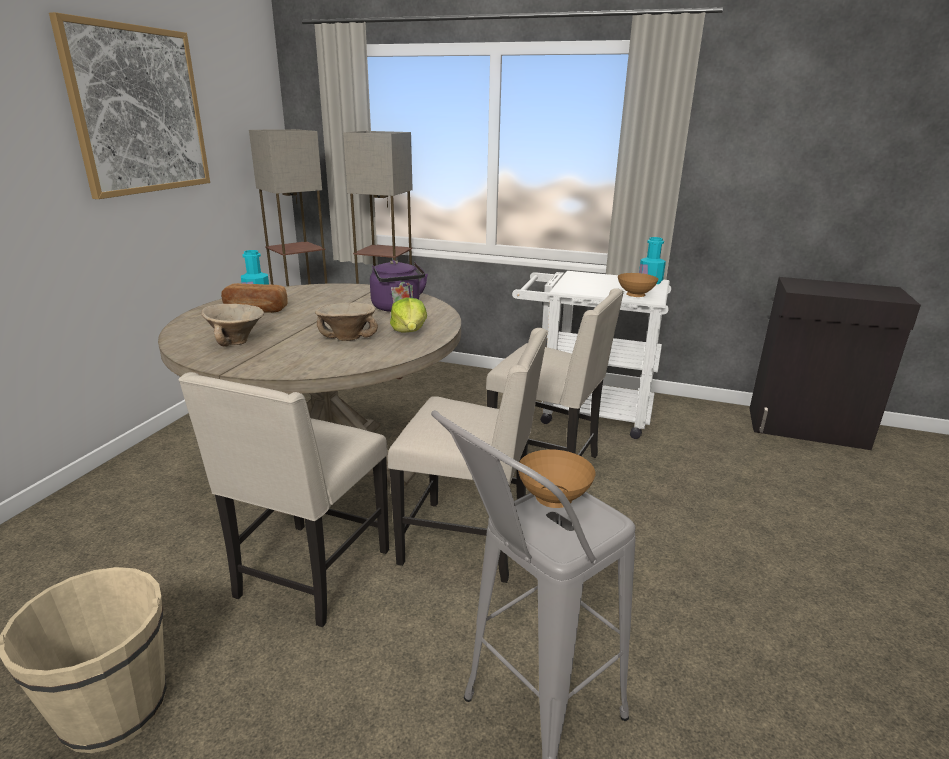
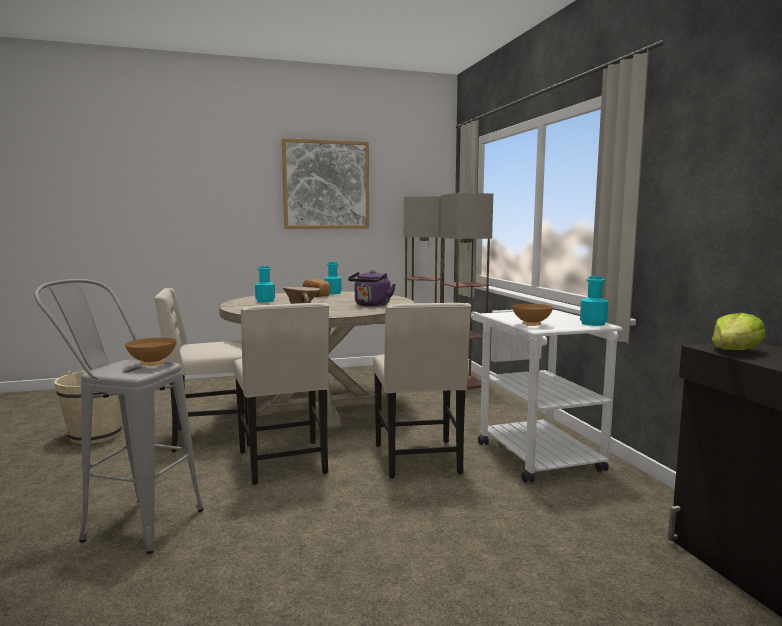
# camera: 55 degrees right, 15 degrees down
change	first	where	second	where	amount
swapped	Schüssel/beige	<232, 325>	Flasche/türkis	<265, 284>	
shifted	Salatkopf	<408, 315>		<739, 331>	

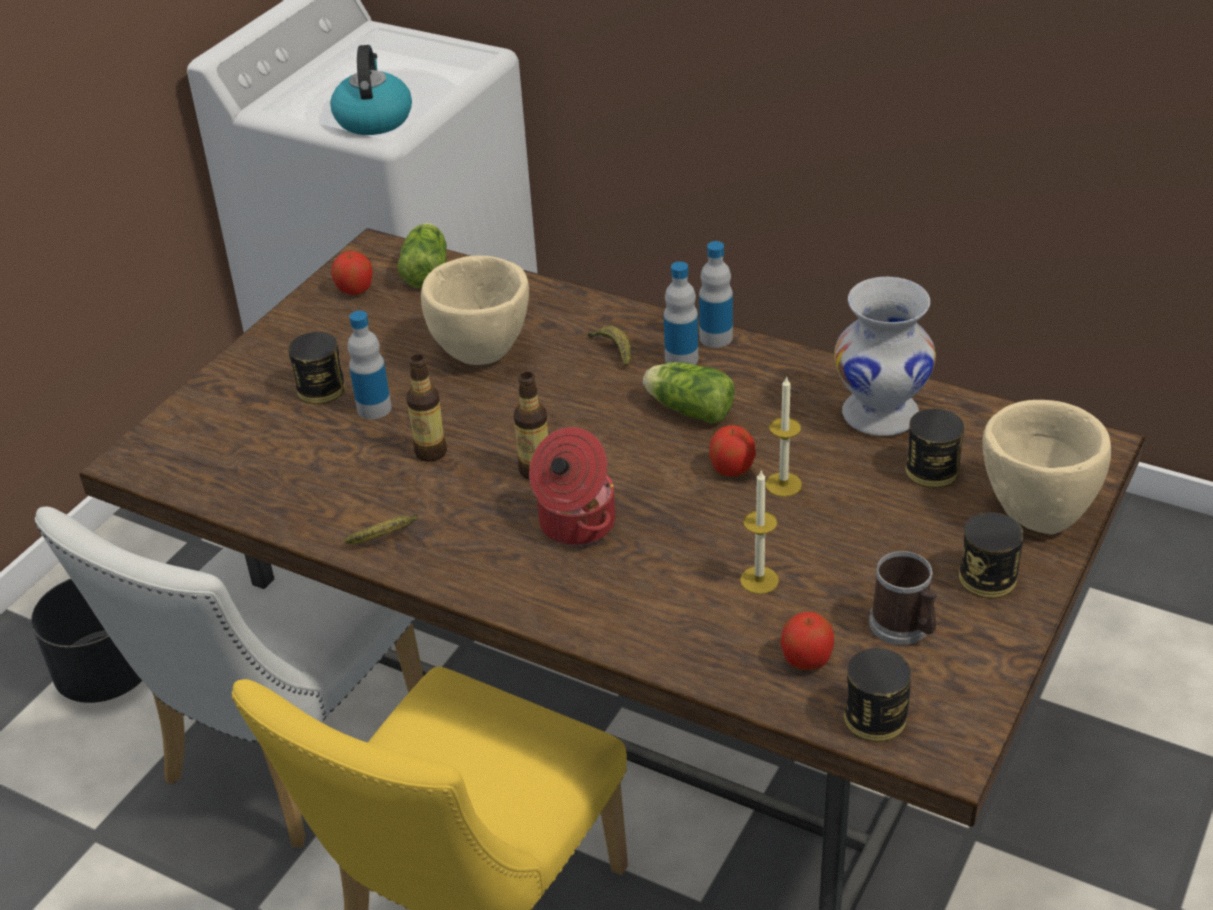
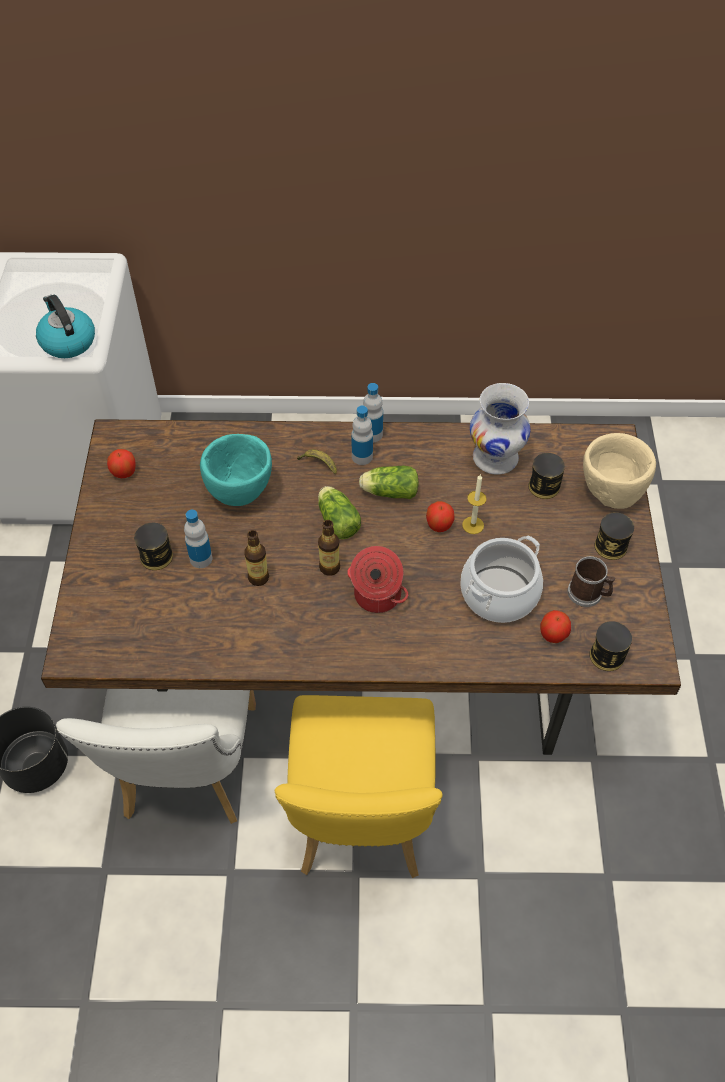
# camera: 30 degrees left, 15 degrees up
change	first	where	second	where	amount
gone	Banane	<381, 528>			
shifted	Salatkopf	<422, 256>		<339, 513>	
repainted	Schüssel/beige	<475, 310>	Schüssel/türkis	<236, 470>	
swapped	Kerze	<759, 531>	Kochtopf	<501, 579>	

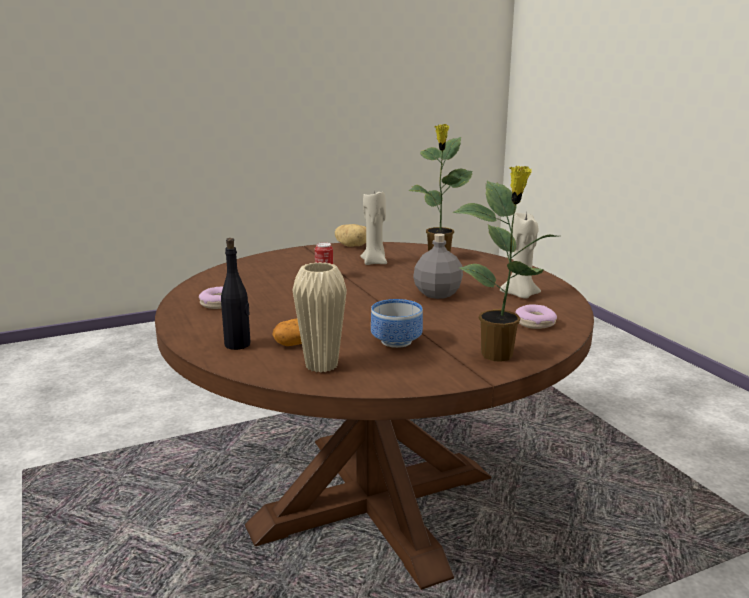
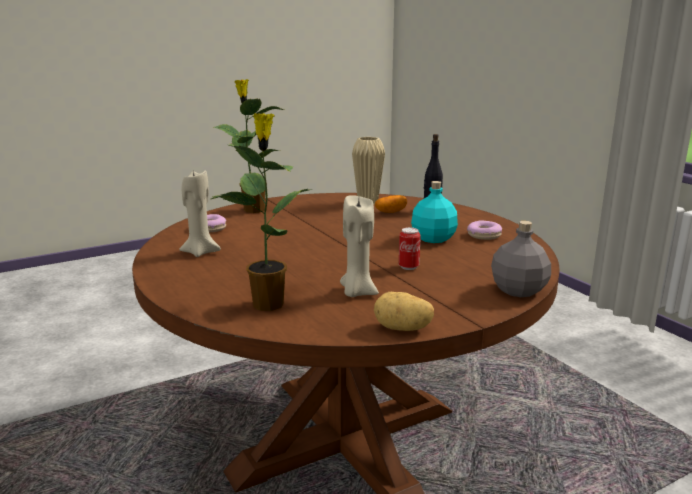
# camera: 175 degrees right, 0 degrees up
change	first	where	second	where	amount
gone	Schüssel	<397, 323>			
shifted	Flasche/grau	<438, 266>		<521, 259>	
new			Flasche/türkis	<434, 212>	

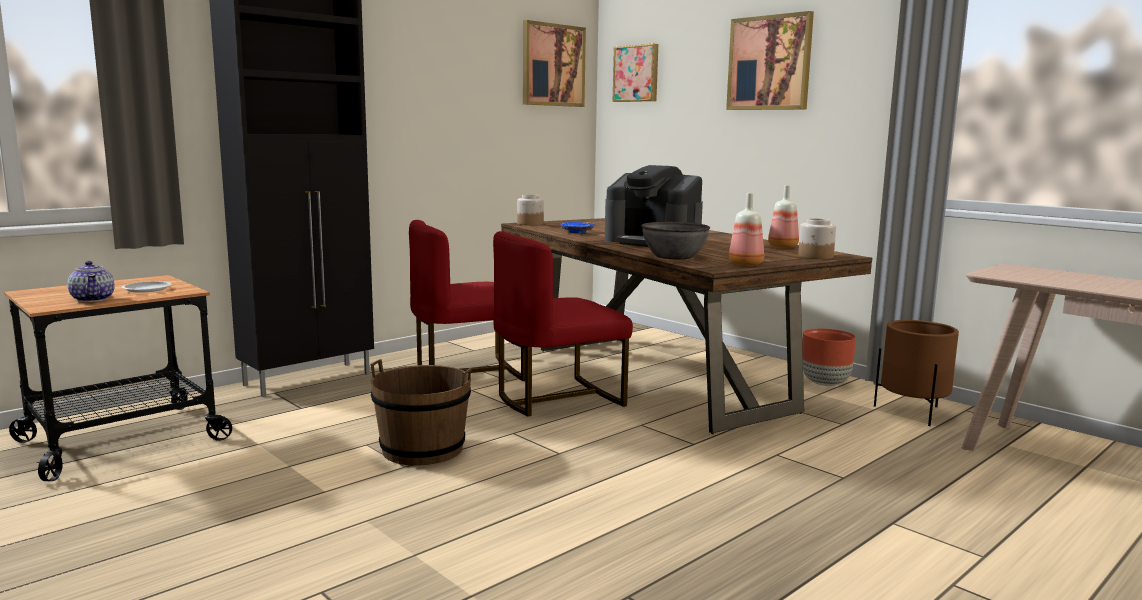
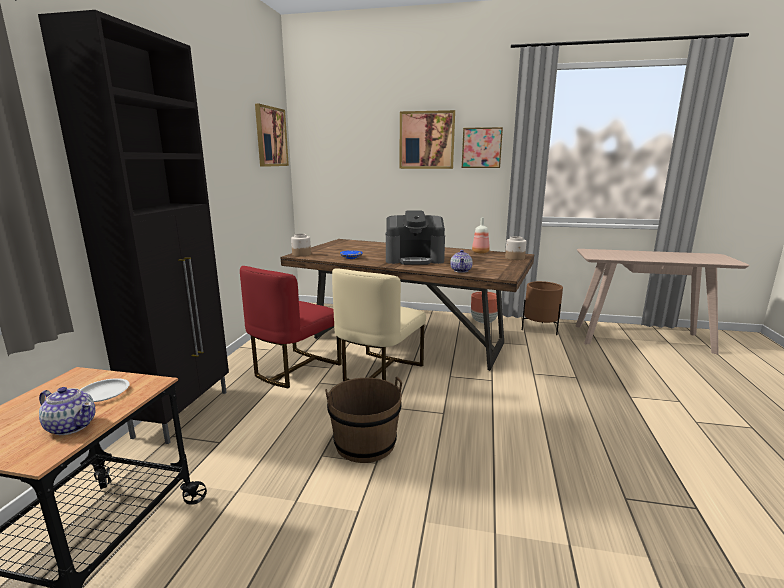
# camera: 35 degrees left, 5 degrees up
change	first	where	second	where	amount
repainted	Stuhl/rot	<563, 323>	Stuhl/beige	<379, 324>	
shifted	Bild	<635, 73>		<482, 147>	
swapped	Schüssel/grau	<675, 240>	Teekanne	<461, 261>	
gone	Flasche	<746, 229>			

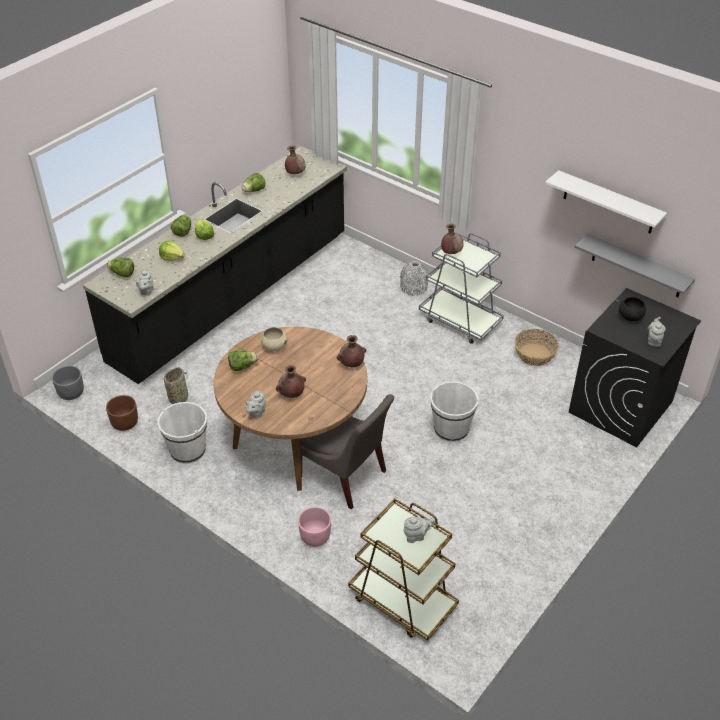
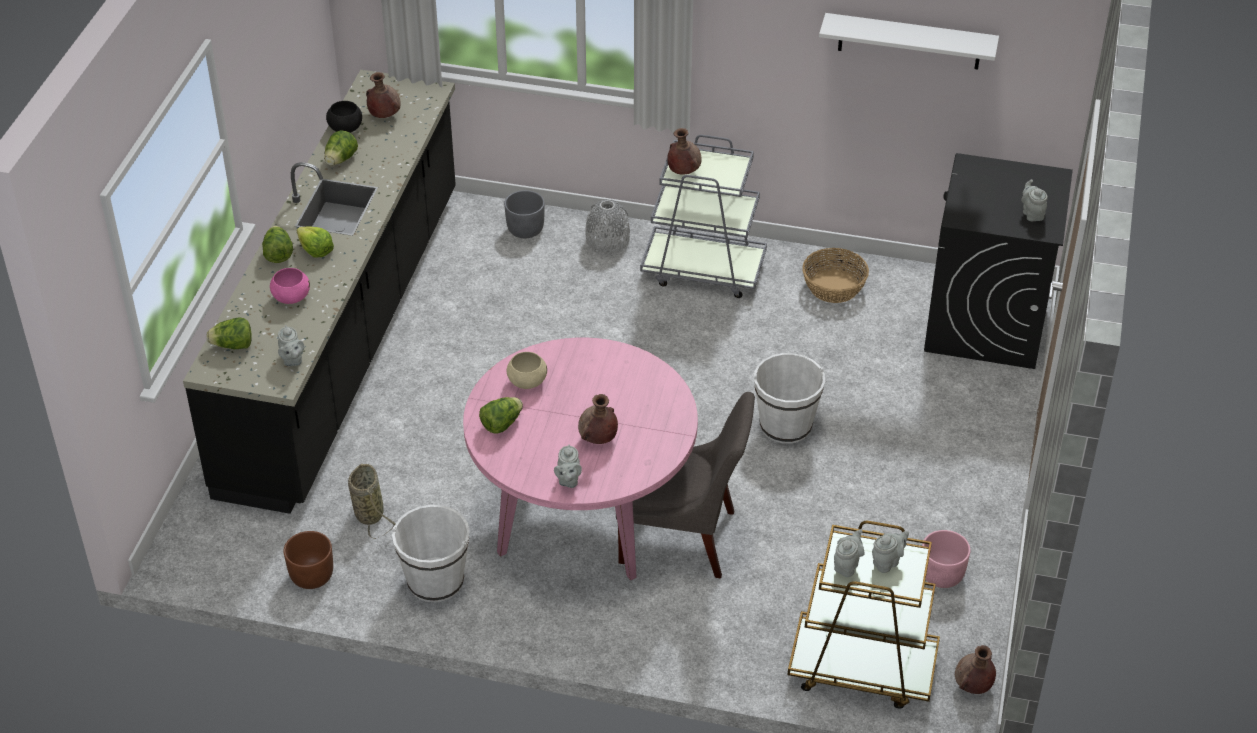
# camera: 25 degrees left, 0 degrees up
change	first	where	second	where	amount
shifted	Pflanzkübel/grau	<68, 383>		<524, 214>	
swapped	Salatkopf	<172, 251>	Schüssel/rosa	<290, 286>	
repainted	Esstisch/braun	<290, 409>	Esstisch/rosa	<580, 459>	
shifted	Pflanzkübel/rosa	<314, 527>		<946, 559>	
shifted	Vase/braun	<351, 351>		<975, 669>	
gone	Wandregal/grau	<635, 265>			
shifted	Schüssel/schwarz	<632, 309>		<344, 117>	
new			Teekanne/grau	<849, 553>	

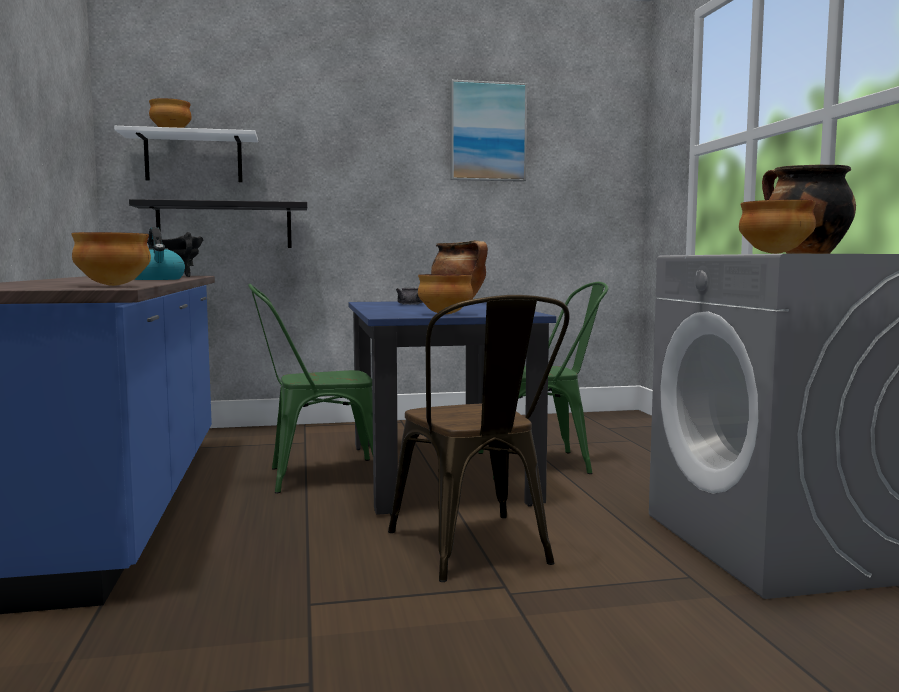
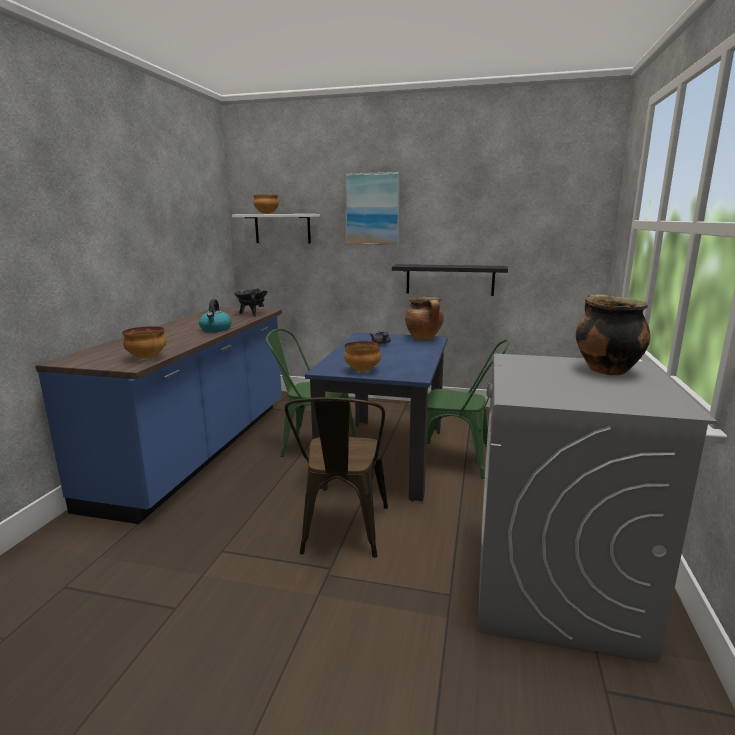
# camera: 25 degrees right, 10 degrees up
change	first	where	second	where	amount
shifted	Wandregal/schwarz	<218, 223>		<450, 280>	
shifted	Bild	<488, 131>		<372, 208>	
gone	Schüssel	<777, 226>			

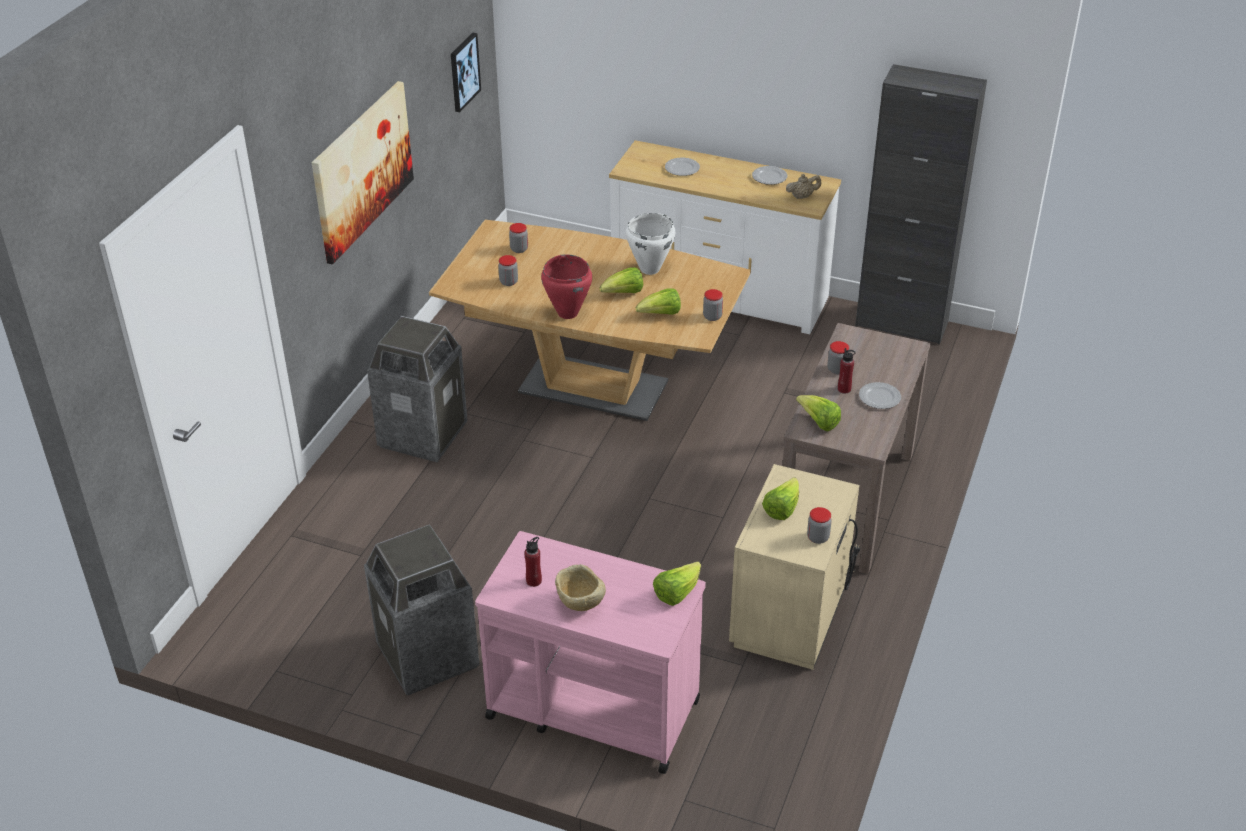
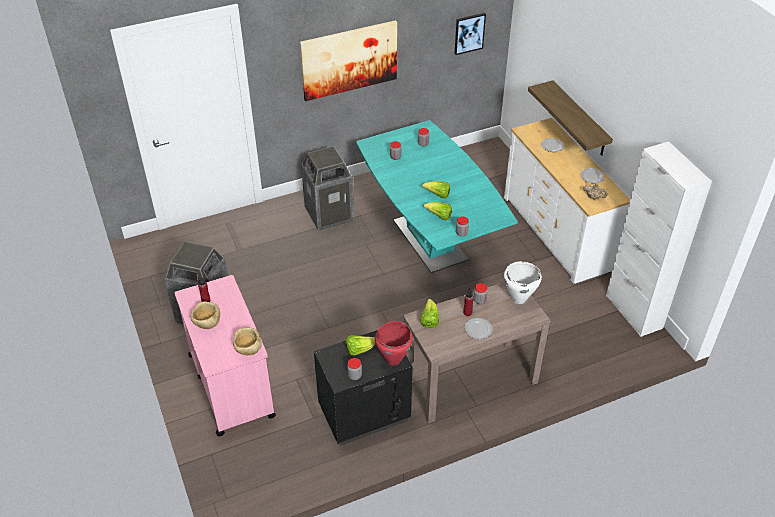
# camera: 45 degrees right, 5 degrees up
change	first	where	second	where	amount
repainted	Esstisch/braun	<590, 320>	Esstisch/türkis	<437, 196>	
shifted	Kochtopf/rot	<566, 286>		<394, 343>	
shifted	Kochtopf/weiß	<650, 244>		<523, 282>	
swapped	Salatkopf	<677, 584>	Schüssel/beige	<247, 341>	
repainted	Nachttisch/beige	<794, 567>	Nachttisch/schwarz	<363, 388>	
repainted	Schrank/schwarz	<921, 204>	Schrank/weiß	<659, 239>	
new			Wandregal	<570, 118>	

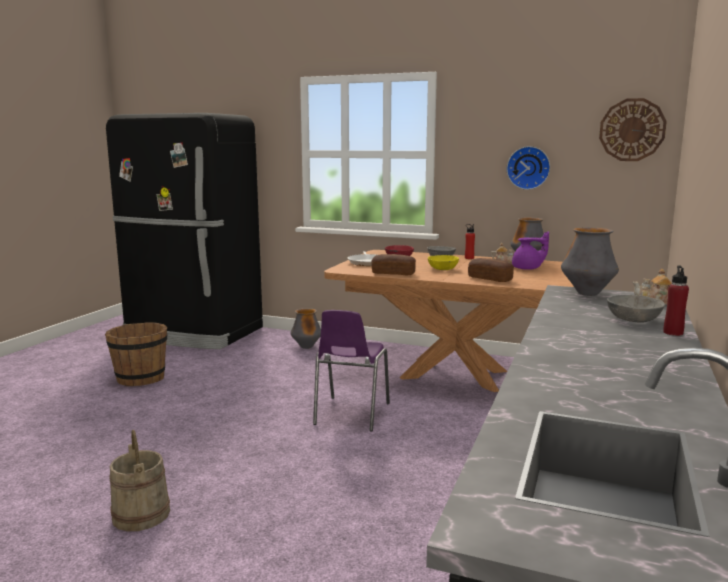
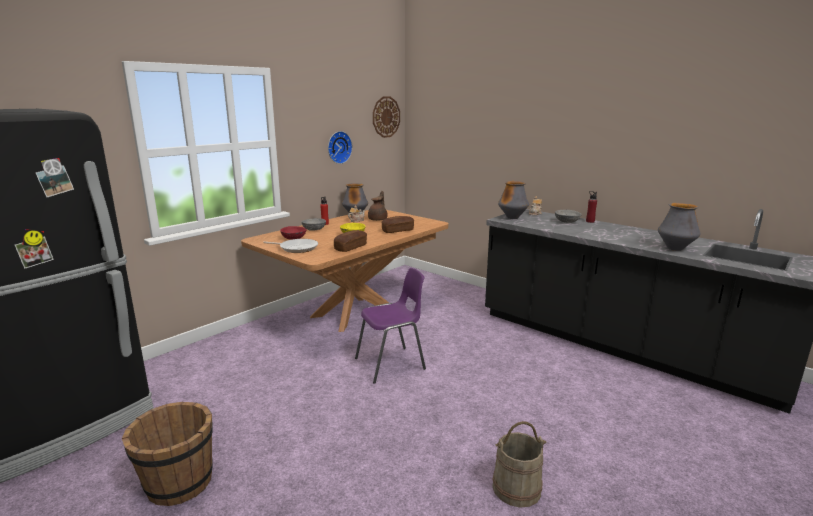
# camera: 70 degrees left, 5 degrees up
change	first	where	second	where	amount
shifted	Vase	<305, 328>		<679, 227>	
rotated	Stuhl/lila	<351, 370>		<390, 326>	60 degrees counterclockwise
repainted	Teekanne/lila	<530, 250>	Teekanne/braun	<378, 206>	

